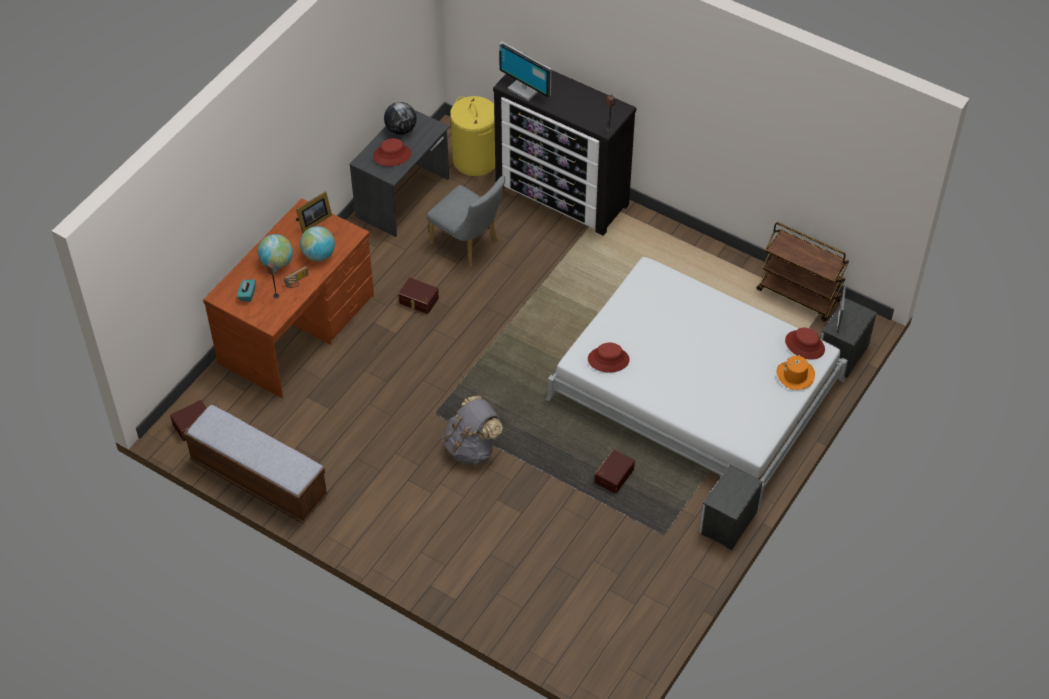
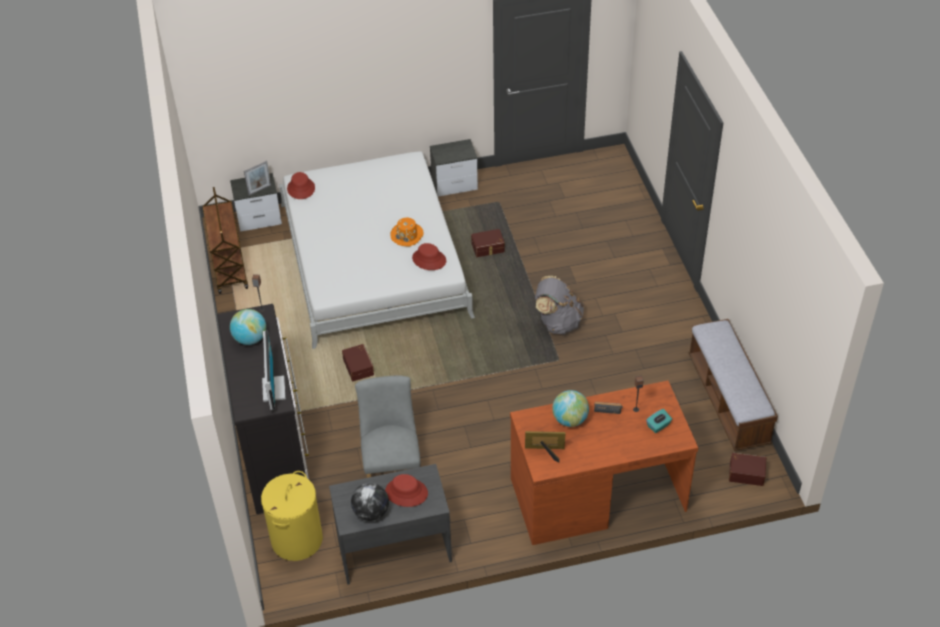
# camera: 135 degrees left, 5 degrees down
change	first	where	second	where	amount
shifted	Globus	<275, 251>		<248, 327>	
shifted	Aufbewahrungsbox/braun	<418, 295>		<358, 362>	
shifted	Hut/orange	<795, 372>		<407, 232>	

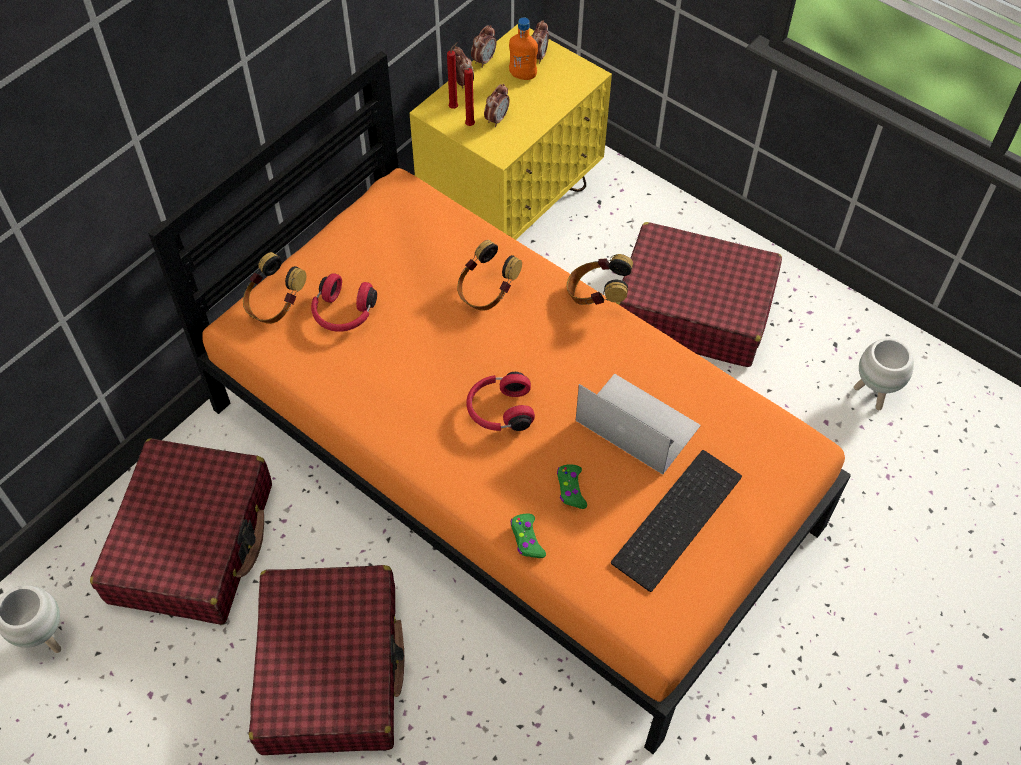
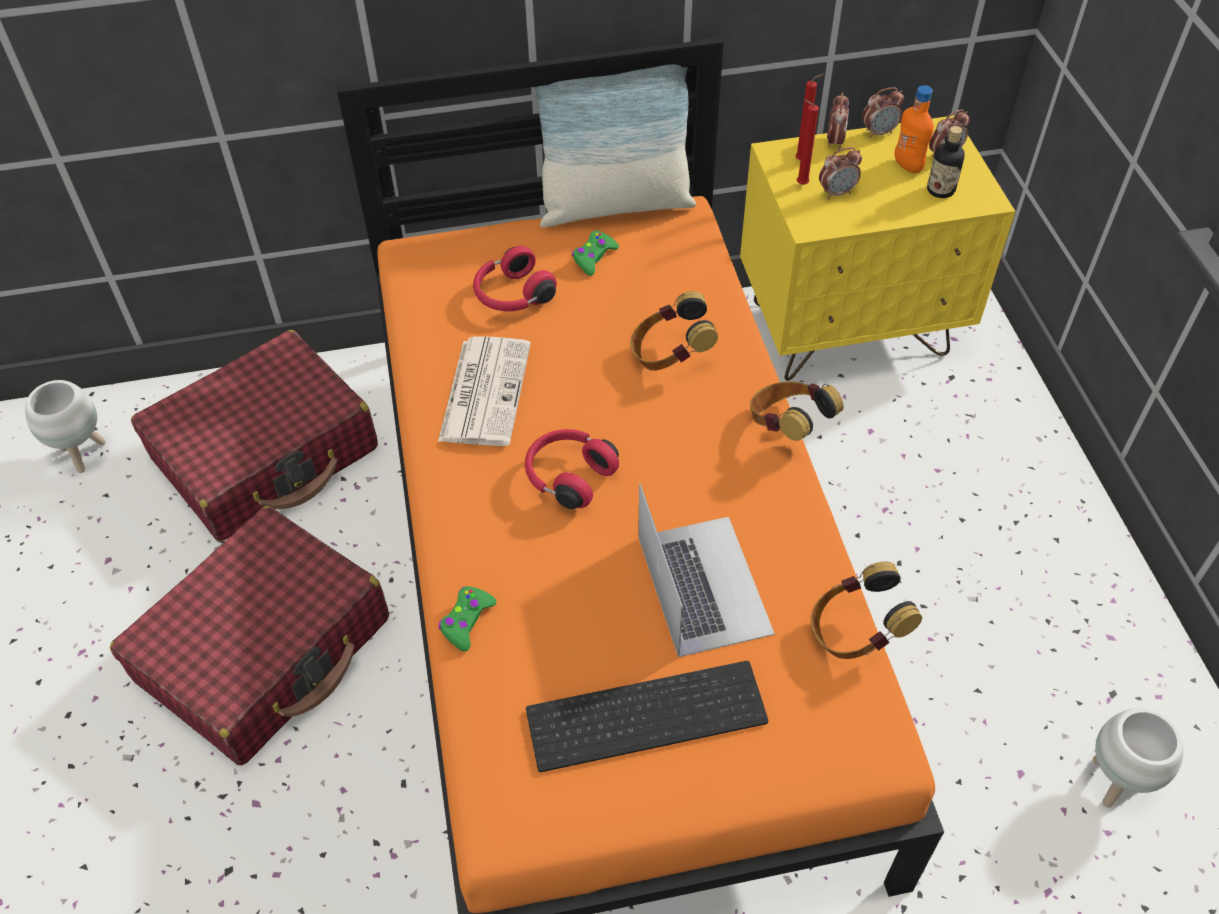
# camera: 40 degrees right, 5 degrees down
change	first	where	second	where	amount
shifted	Kopfhörer	<274, 288>		<866, 610>	
shifted	Gamepad/grün	<572, 486>		<595, 253>	
gone	Koffer/rot	<698, 294>			
new			Zeitung	<484, 391>	
new			Kissen	<615, 146>	
new			Flasche	<946, 162>	

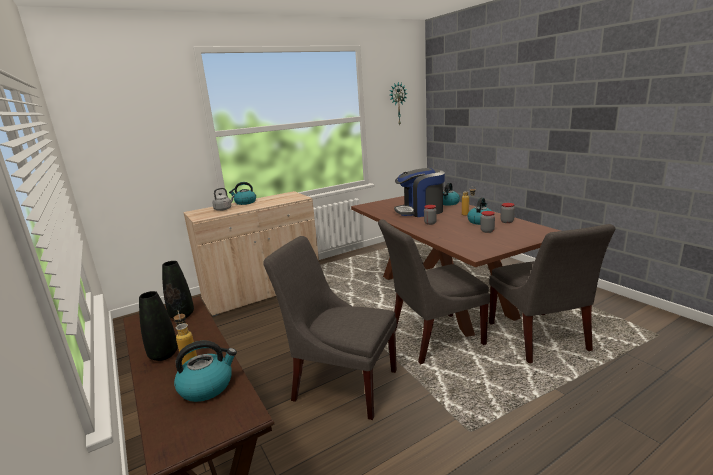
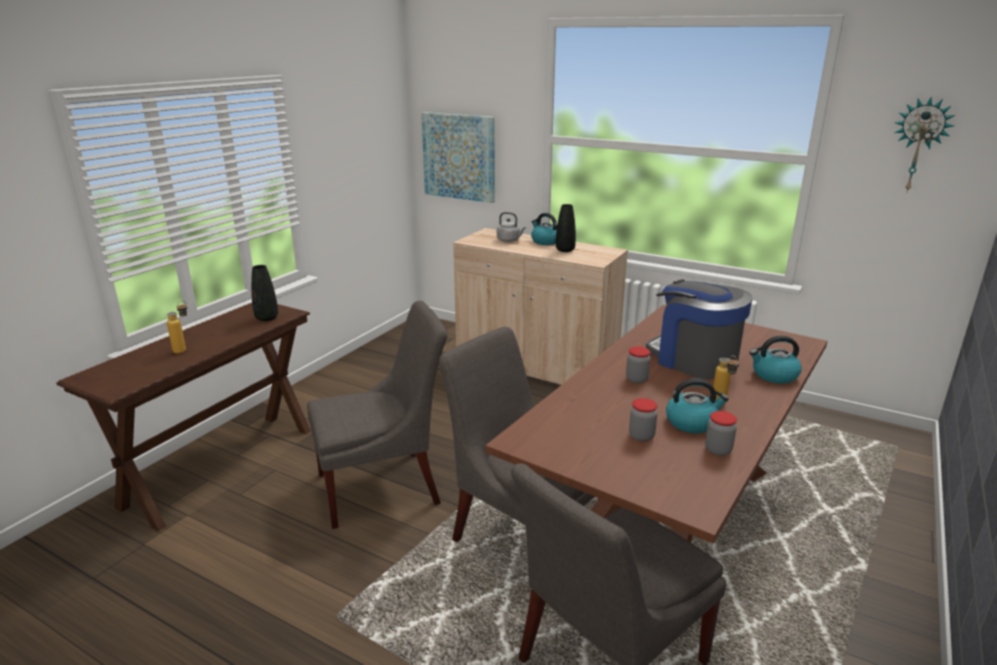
# camera: 60 degrees right, 5 degrees up
change	first	where	second	where	amount
shifted	Vase/schwarz	<158, 326>		<566, 228>	
gone	Wasserkessel	<205, 371>			
rotated	Stuhl/grau	<330, 328>		<377, 415>	75 degrees clockwise
new			Bild	<458, 157>	

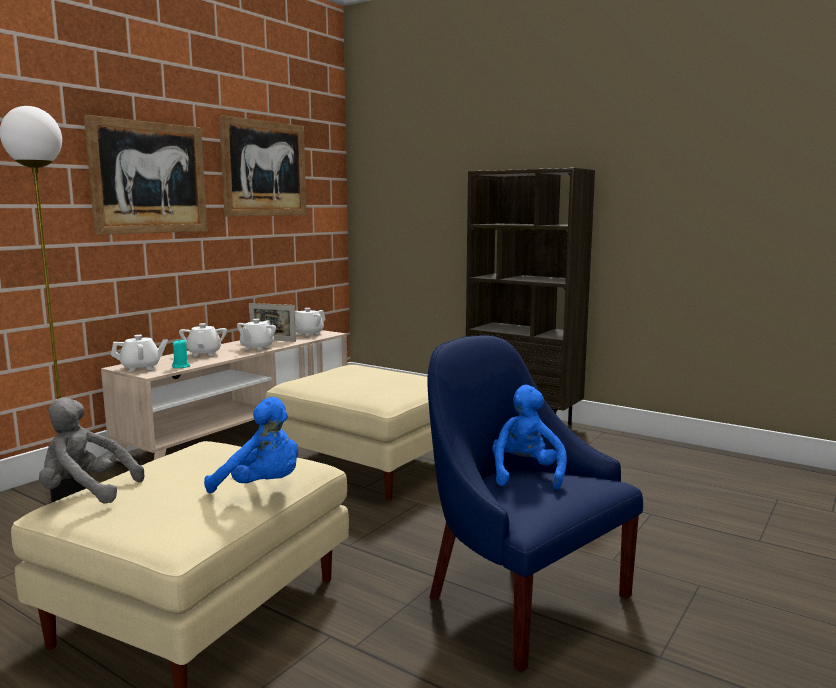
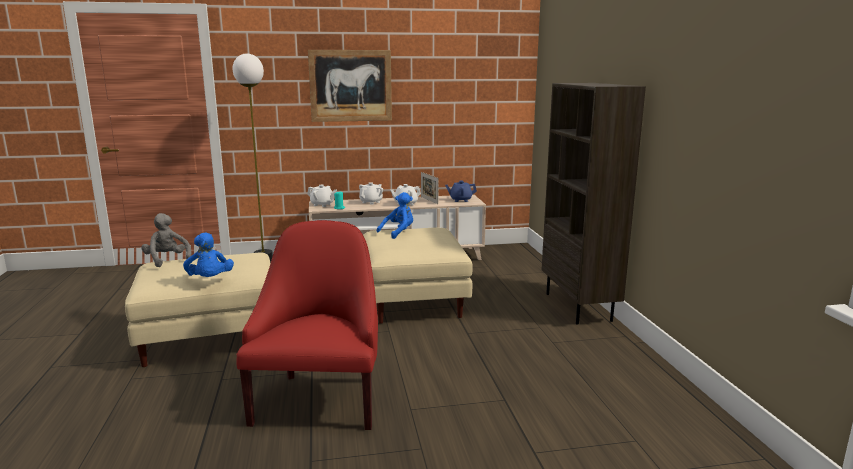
# camera: 45 degrees right, 5 degrees up
change	first	where	second	where	amount
gone	Bild	<263, 165>			
repainted	Teekanne/weiß	<310, 322>	Teekanne/blau	<461, 191>	
repainted	Sessel/blau	<535, 503>	Sessel/rot	<307, 325>	
shifted	Plüschtier/blau	<529, 437>		<395, 215>	

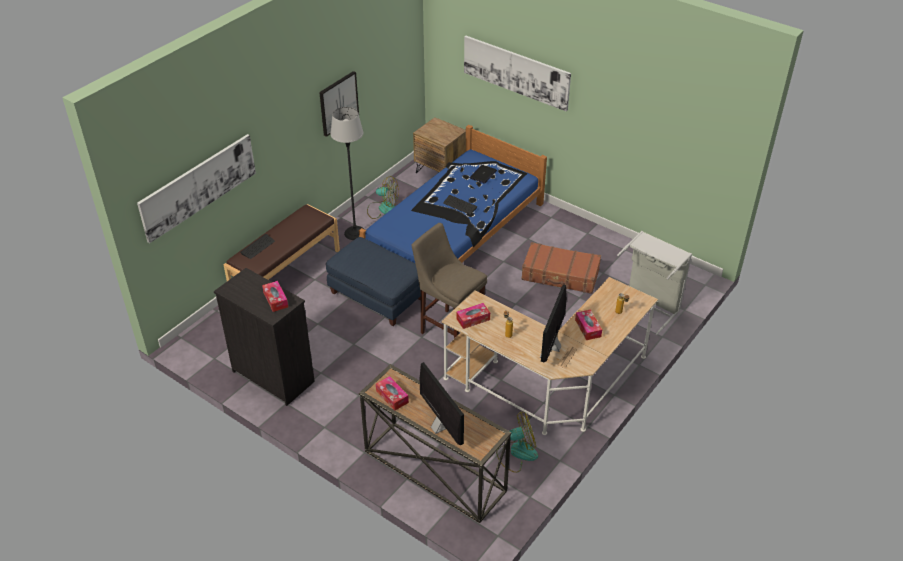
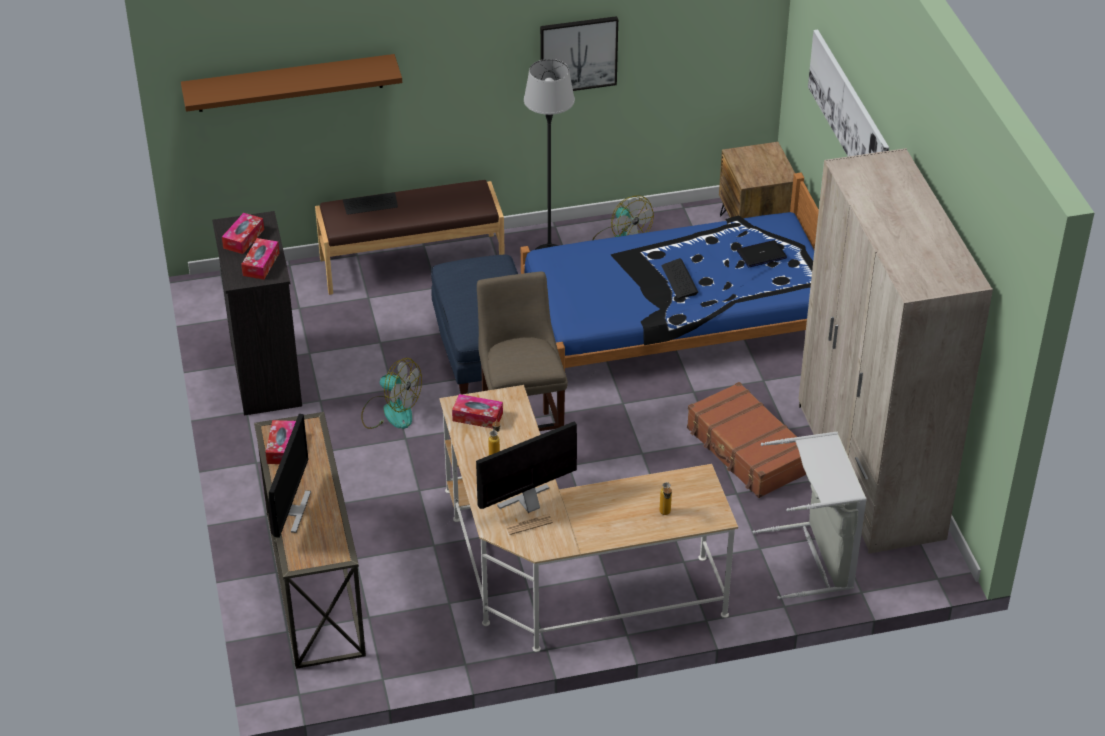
# camera: 40 degrees right, 0 degrees up
change	first	where	second	where	amount
swapped	Bild	<196, 188>	Wandregal/braun	<291, 83>	
shifted	Ventilator	<517, 442>		<391, 393>	
shifted	Taschentuchbox	<588, 324>		<243, 233>	
new			Kleiderschrank/beige	<895, 351>	

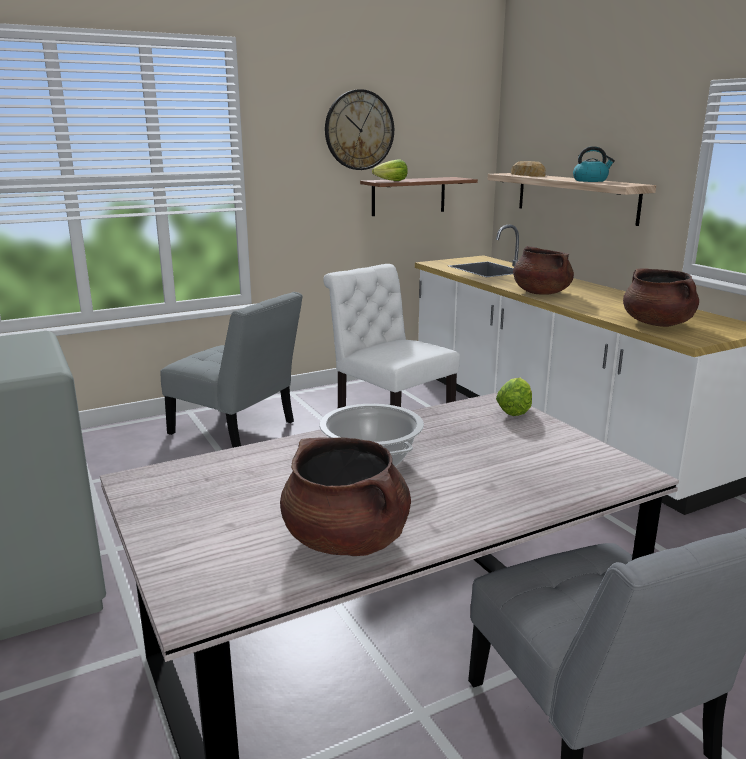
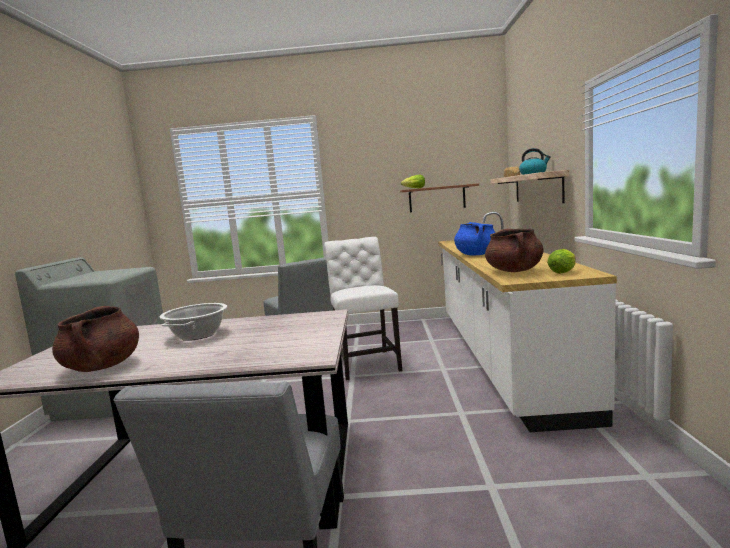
# camera: 30 degrees right, 10 degrees down
change	first	where	second	where	amount
gone	Wanduhr	<359, 129>			
shifted	Salatkopf	<514, 397>		<561, 261>	
repainted	Kochtopf/braun	<543, 270>	Kochtopf/blau	<474, 238>	

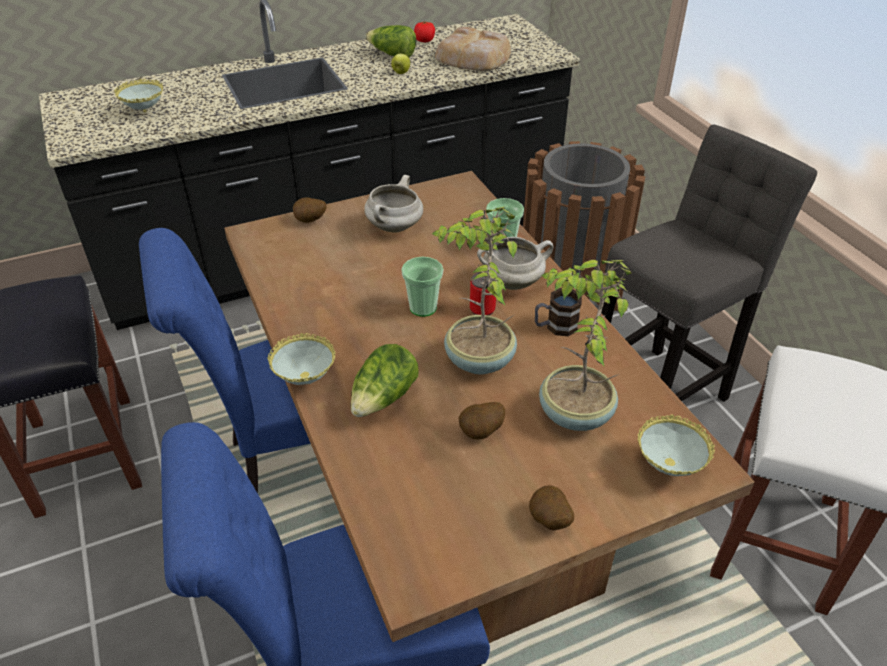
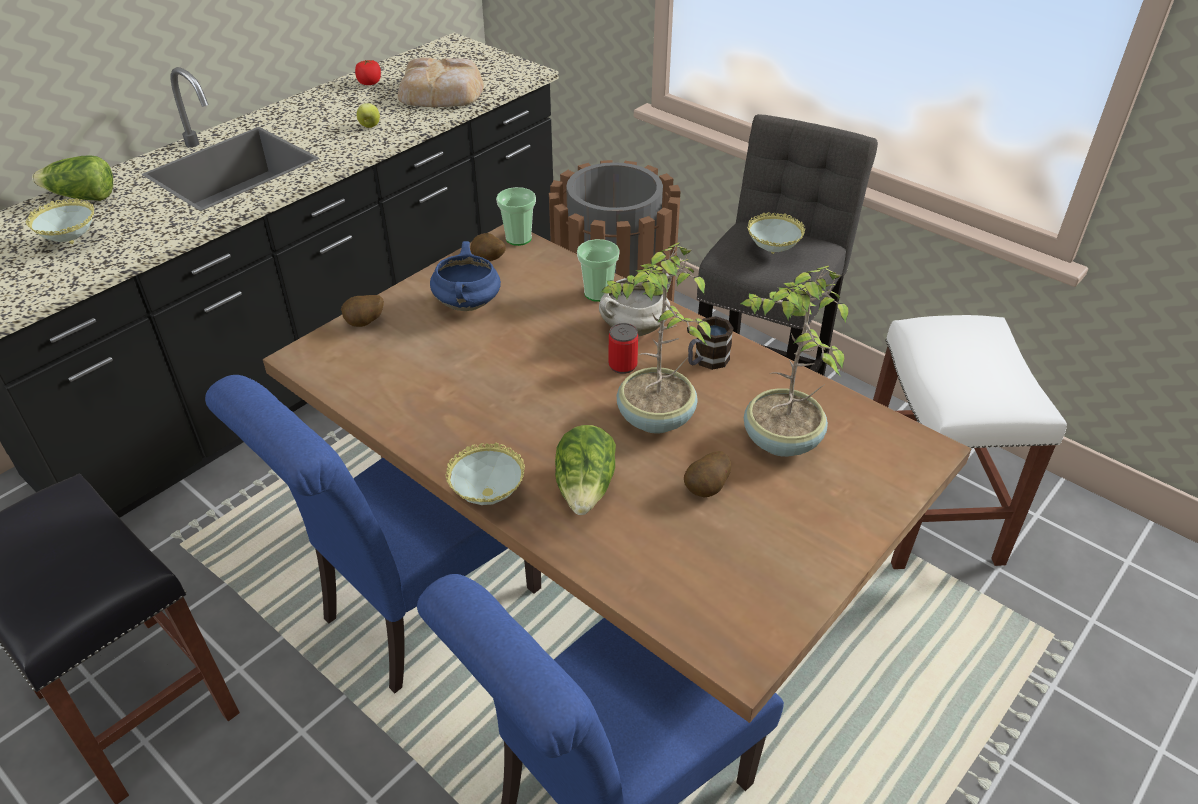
# camera: 25 degrees left, 0 degrees up
change	first	where	second	where	amount
repainted	Kochtopf/weiß	<393, 204>	Kochtopf/blau	<465, 276>	
shifted	Salatkopf	<390, 41>		<72, 178>	
shifted	Tasse	<422, 287>		<516, 216>	
shifted	Kartoffel	<551, 507>		<488, 247>	
shifted	Schüssel	<676, 445>		<776, 233>	

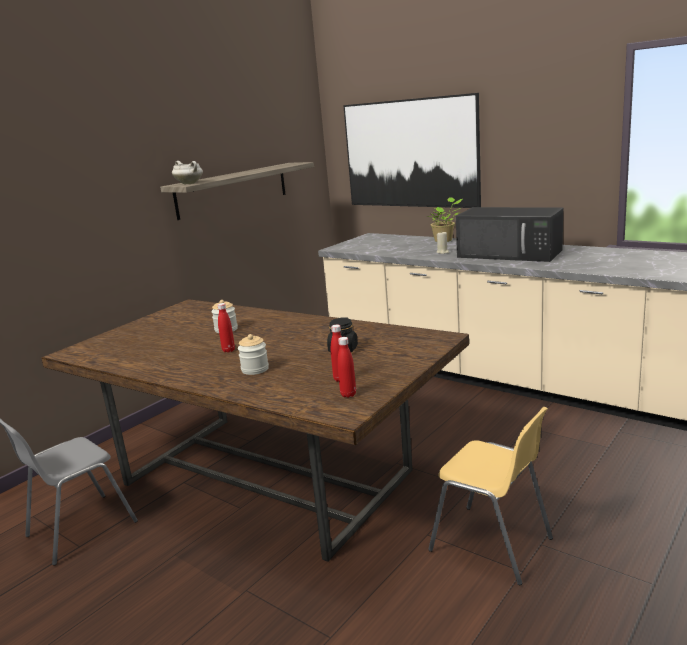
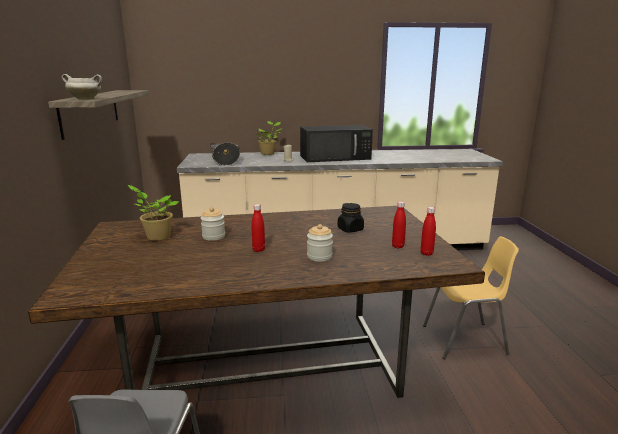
# camera: 45 degrees left, 0 degrees up
change	first	where	second	where	amount
gone	Bild	<412, 150>			
new			Topfpflanze	<154, 213>	
new			Kochtopf	<225, 154>	

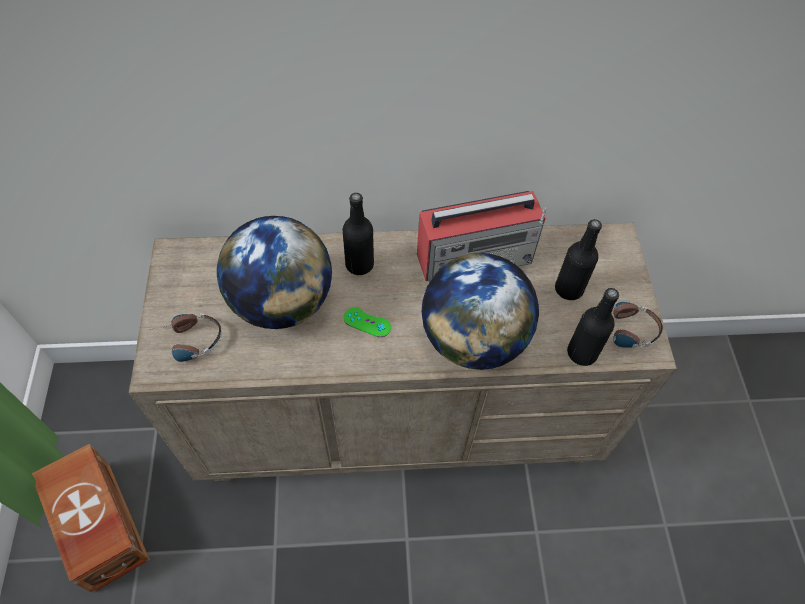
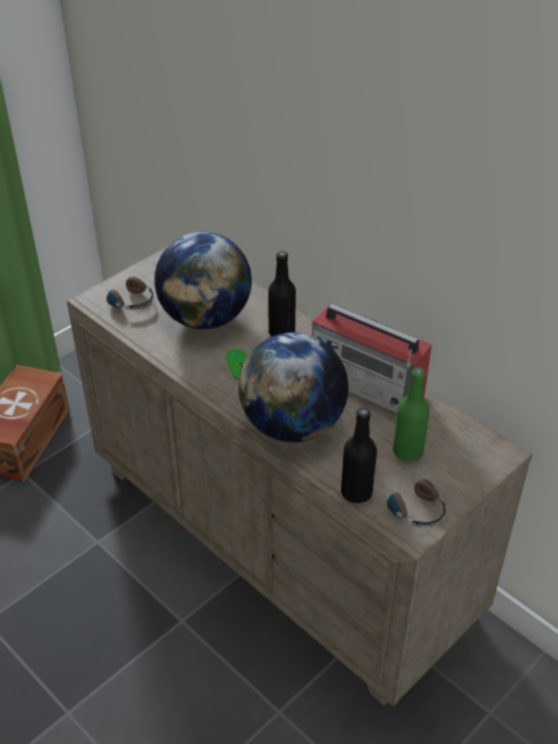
# camera: 50 degrees right, 15 degrees down
change	first	where	second	where	amount
repainted	Flasche/schwarz	<578, 259>	Flasche/grün	<411, 414>	

